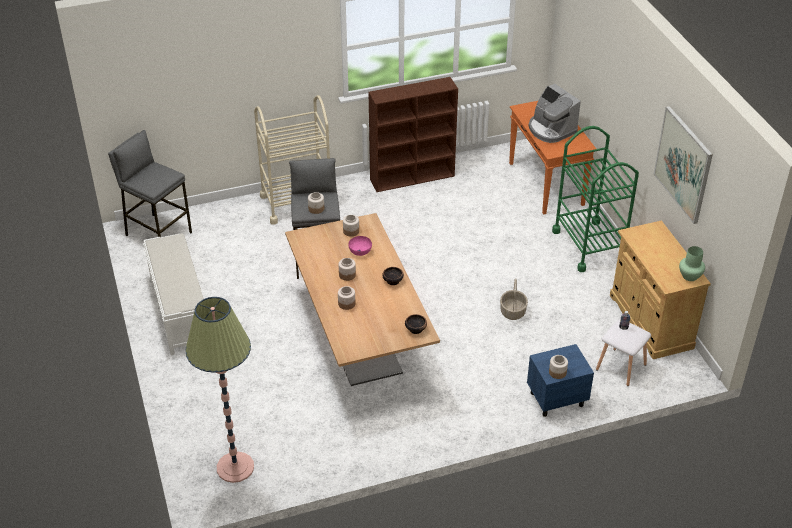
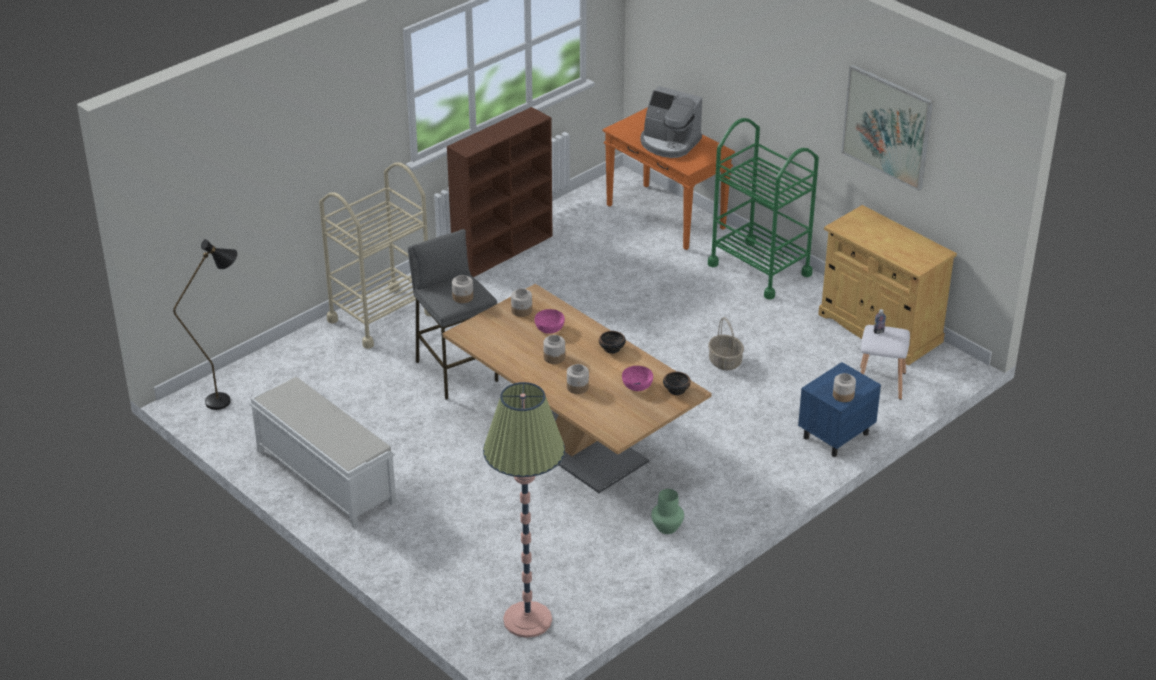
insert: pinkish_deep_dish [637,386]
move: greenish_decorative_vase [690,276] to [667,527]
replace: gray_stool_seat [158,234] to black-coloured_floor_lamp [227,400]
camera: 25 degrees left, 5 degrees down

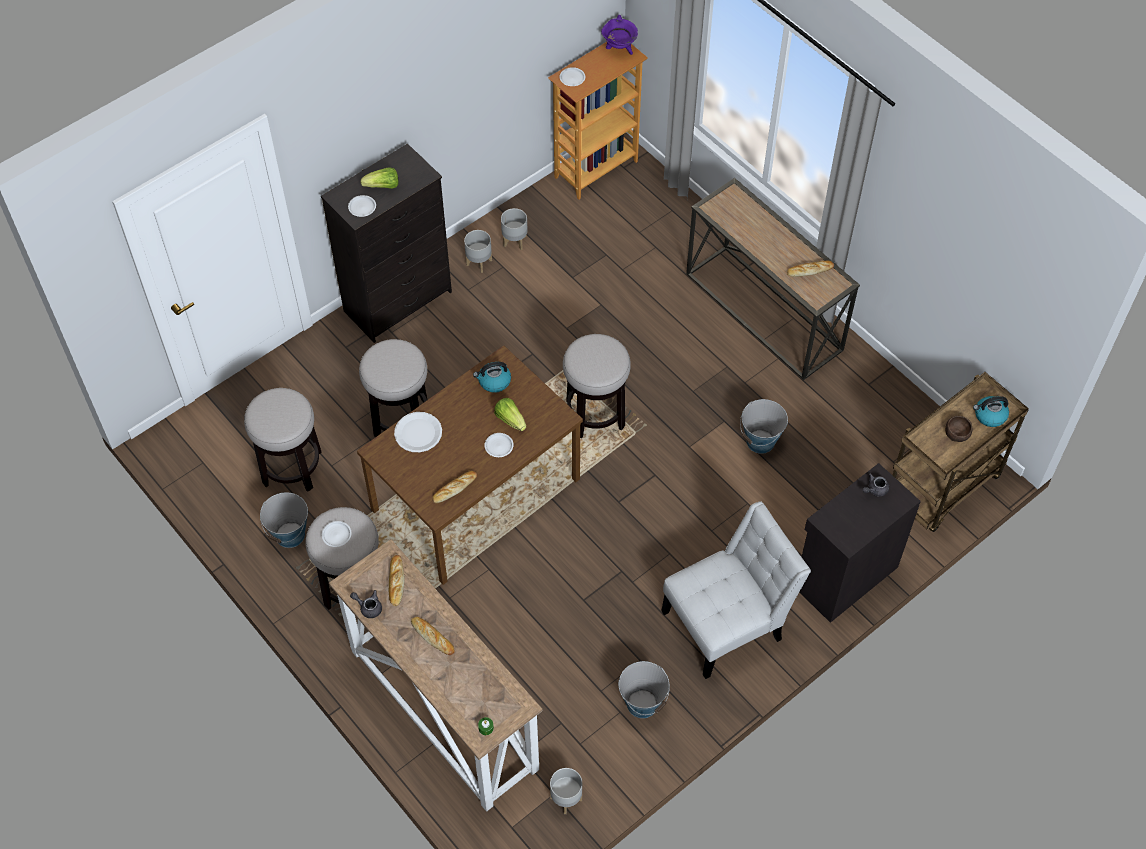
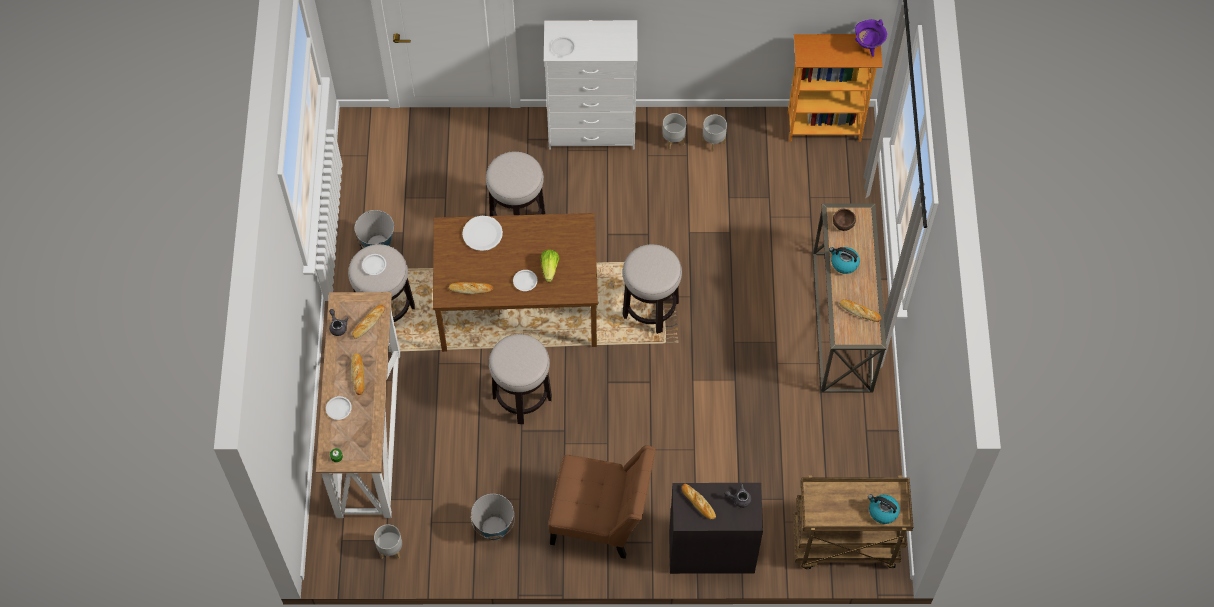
delete: lettuce_head [383,186]; water_bucket [760,441]
insert: baked_bread [698,503]
move: stool_seat [292,467] to [522,397]; water_kettle [494,382] to [844,263]; white_plate [572,78] to [339,409]; brown_deep_dish [957,433] to [844,223]
recolor: black-coloured_drawer_chest [399,301] to white_drawer_chest [592,131]; white_chair [728,622] to brown_chair [601,519]
camera: 40 degrees right, 5 degrees up

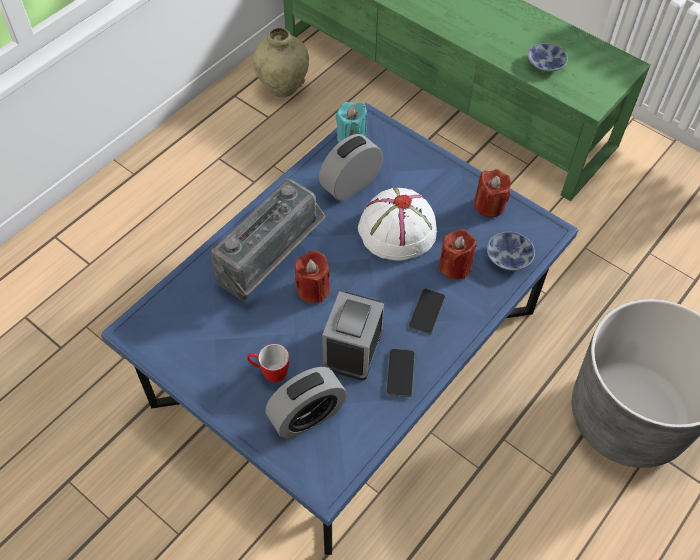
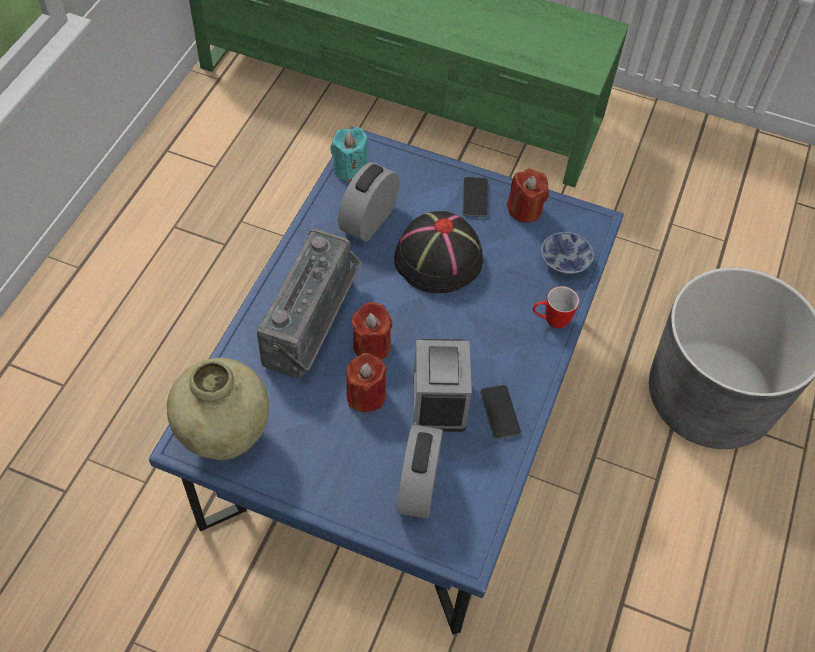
delete: deep_dish [544,64]
move: coffee_mug [269,373] to [550,321]; sand-coloured_decorative_vase [282,87] to [225,437]; telephone [427,312] to [475,197]; reddish_wax_light [455,266] to [366,395]
recolor: white_clothing_hat [397,230] to black-coloured_clothing_hat [437,259]
rotate: bedside_clock [307,416] = [418,486] 150 degrees clockwise
camera: 20 degrees left, 0 degrees up

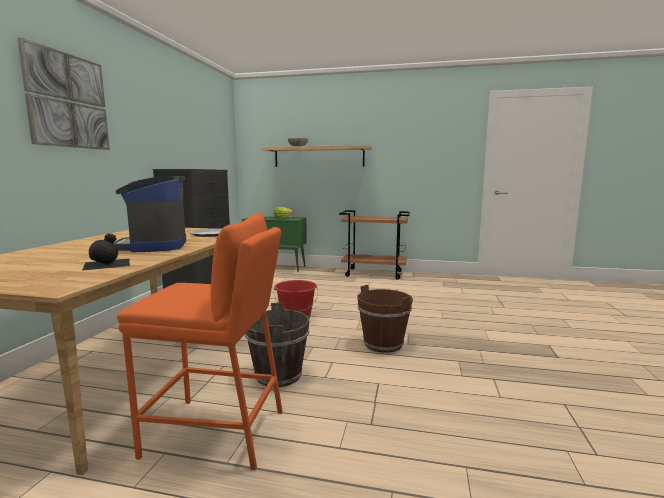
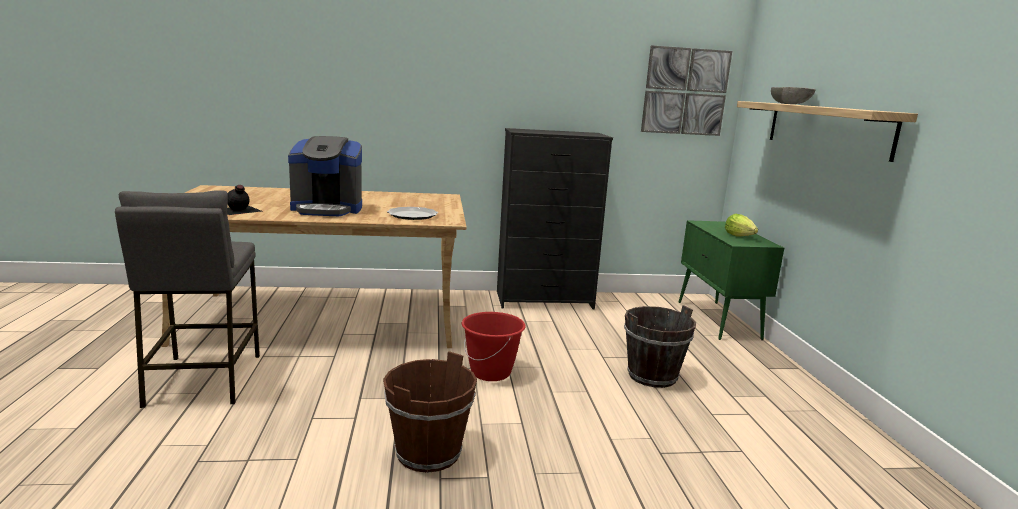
delete: brown_cart [374,274]
move: wall_picture [67,101] to [685,91]; brown_water_bucket [279,375] to [652,376]
recolor: orangey_stool_seat [216,432] to gray_stool_seat [203,379]
rotate: coffee_machine [154,246] = [327,209] 150 degrees counterclockwise
camera: 70 degrees right, 5 degrees up

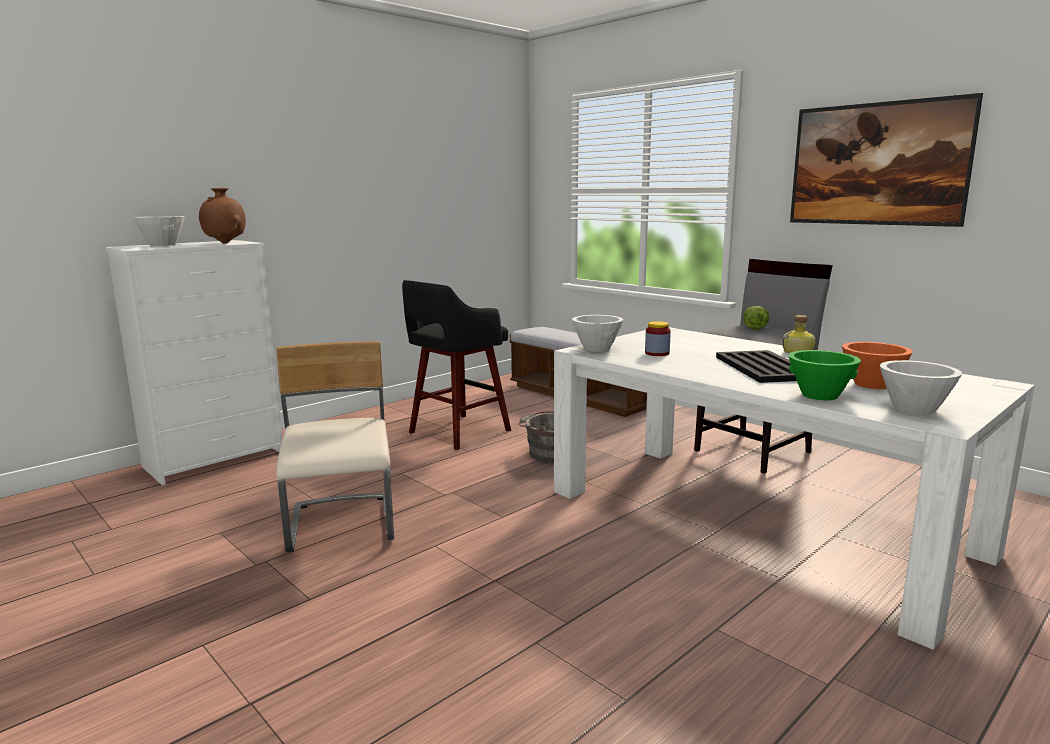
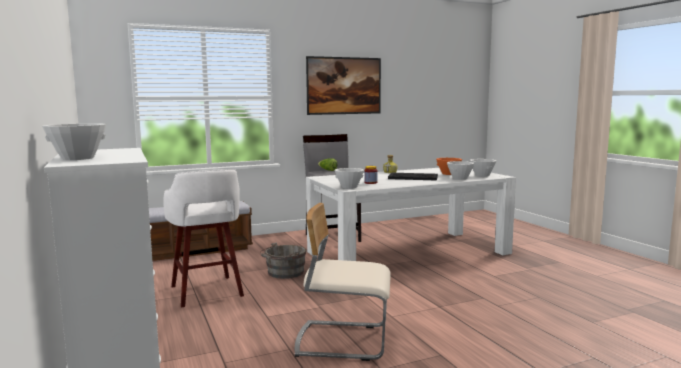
delete: brown_decorative_vase [225,243]
recolor: black-coloured_stool_seat [457,432] to white_stool_seat [207,292]; greenish_deep_dish [819,395] to white_deep_dish [459,178]
camera: 70 degrees left, 5 degrees down

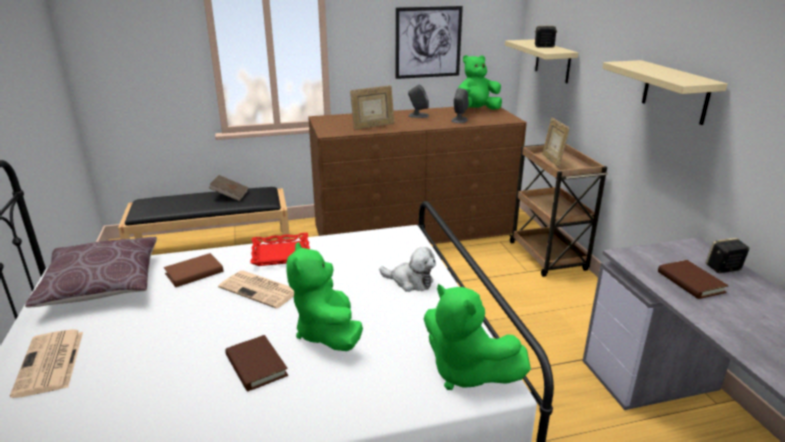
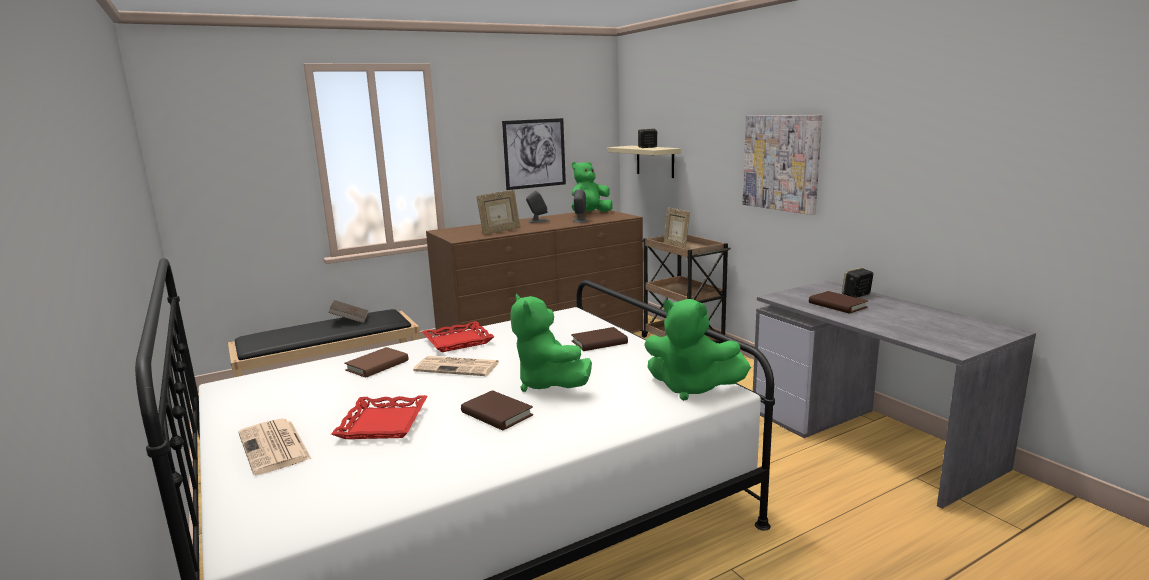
delete: brown_cushion [102,285]
insert: reddish_serving_tray [382,423]
replace: soft_toy [410,281] to brown_volume [599,342]; sand-coloured_wall_shelf [675,92] to wall_picture [781,162]
camera: 15 degrees left, 10 degrees down

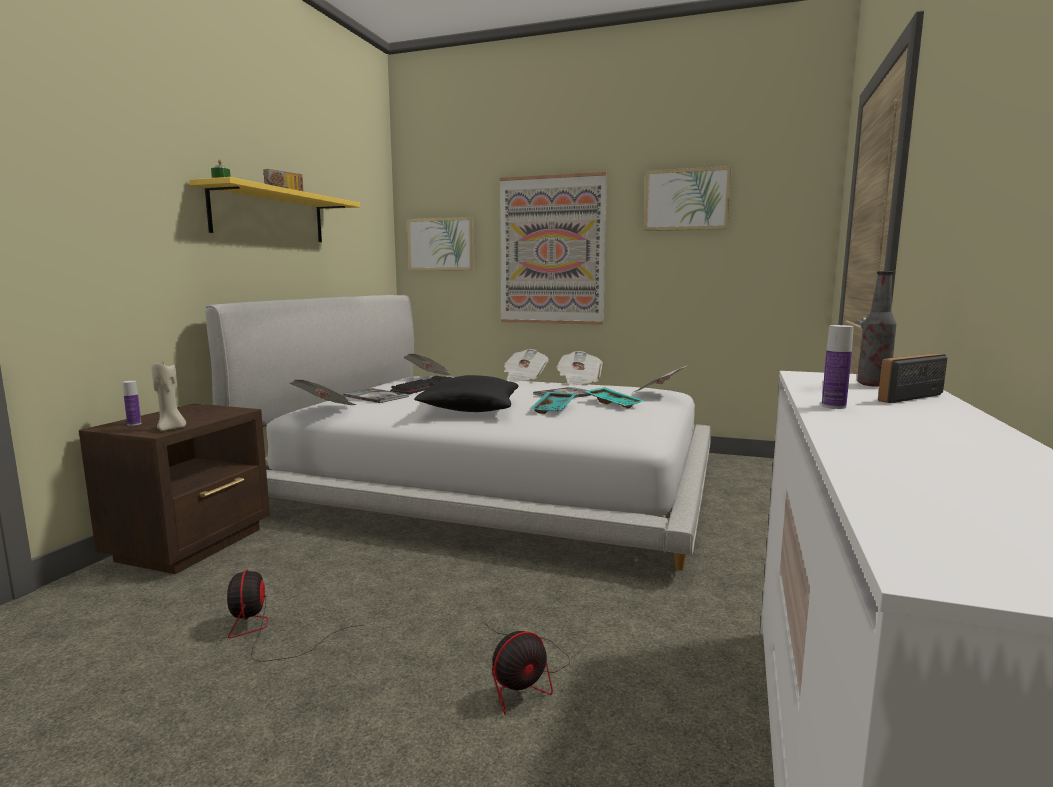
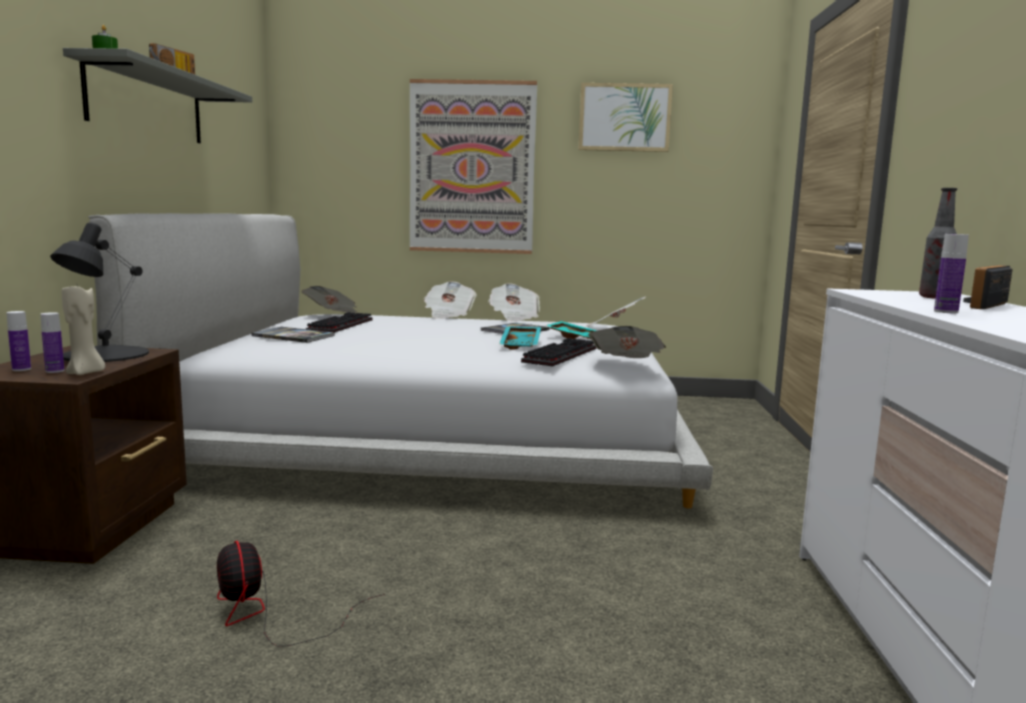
delete: wall_picture [441,244]; black-coloured_cushion [470,409]; cooling_fan [525,677]
insert: drink_bottle [55,371]; black-coloured_tabletop_lamp [104,354]; keyboard [559,355]
move: newspaper [326,409] to [626,364]
recolor: yellow_wall_shelf [269,215] to gray_wall_shelf [147,104]
camera: 15 degrees left, 0 degrees up

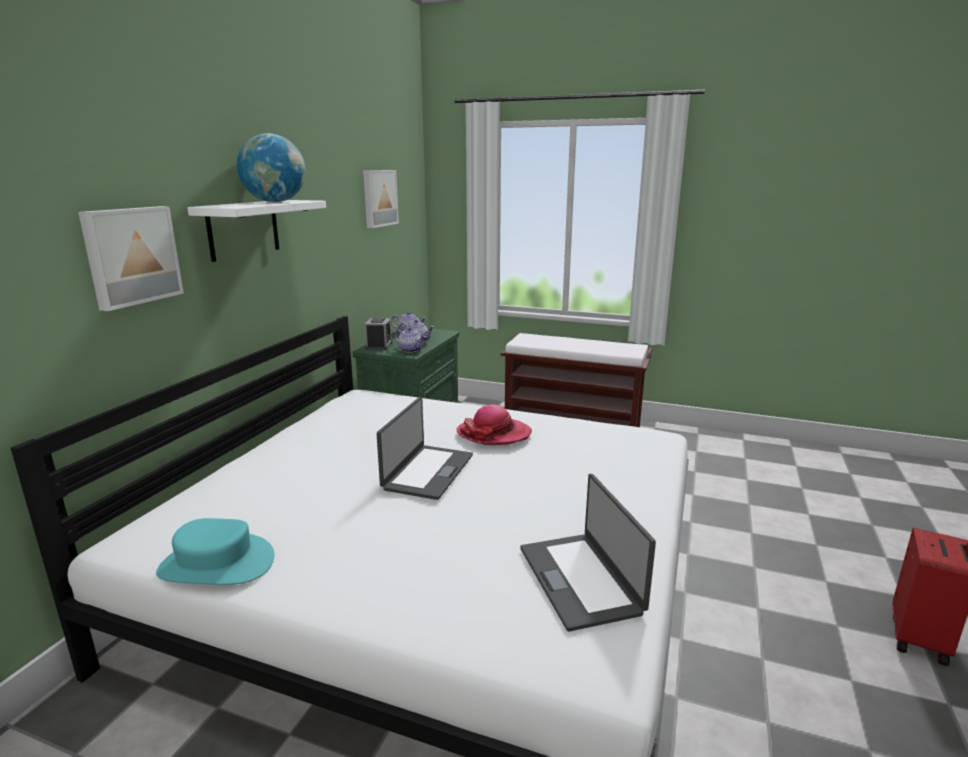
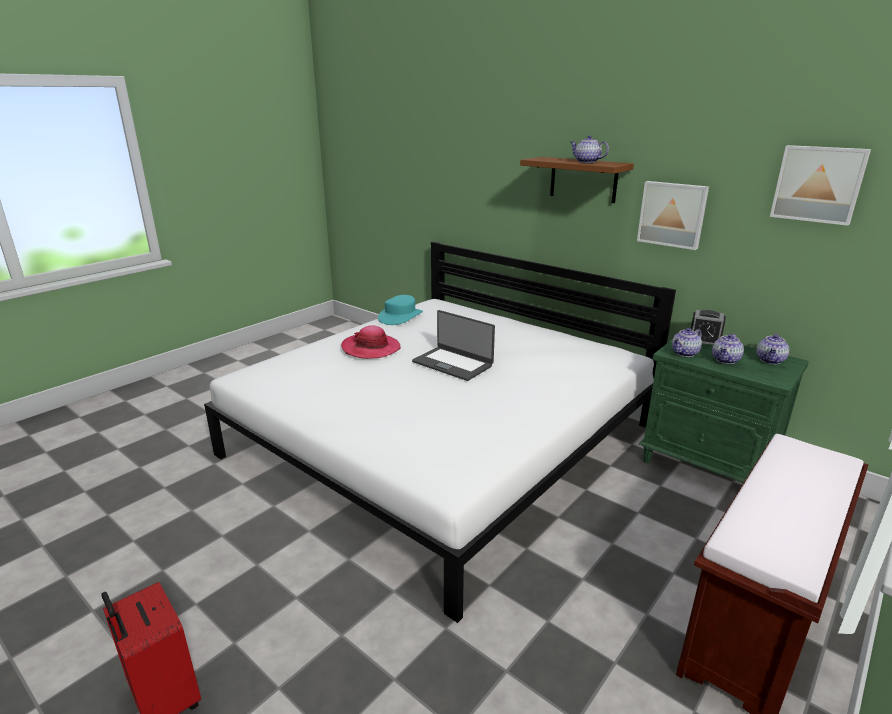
delete: laptop [581,579]
move: wall_picture [131,256] to [672,214]; clothing_hat [494,434] to [371,348]
replace: desk_globe [275,202] to pot_for_tea [586,162]
recolor: white_wall_shelf [243,229] to brown_wall_shelf [583,179]
camera: 110 degrees right, 5 degrees up

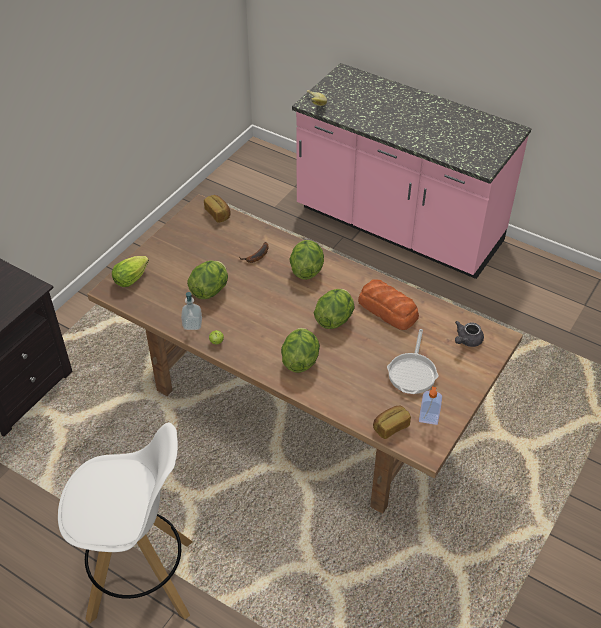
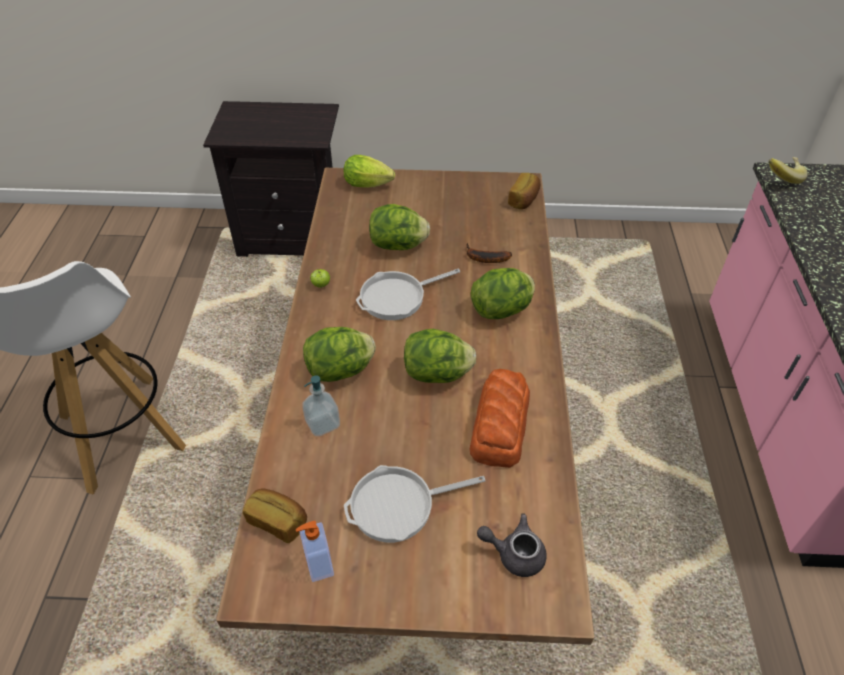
insert: frying_pan [397,297]
move: liquid_soap_bottle [192,324] to [323,423]
camera: 60 degrees right, 0 degrees up

